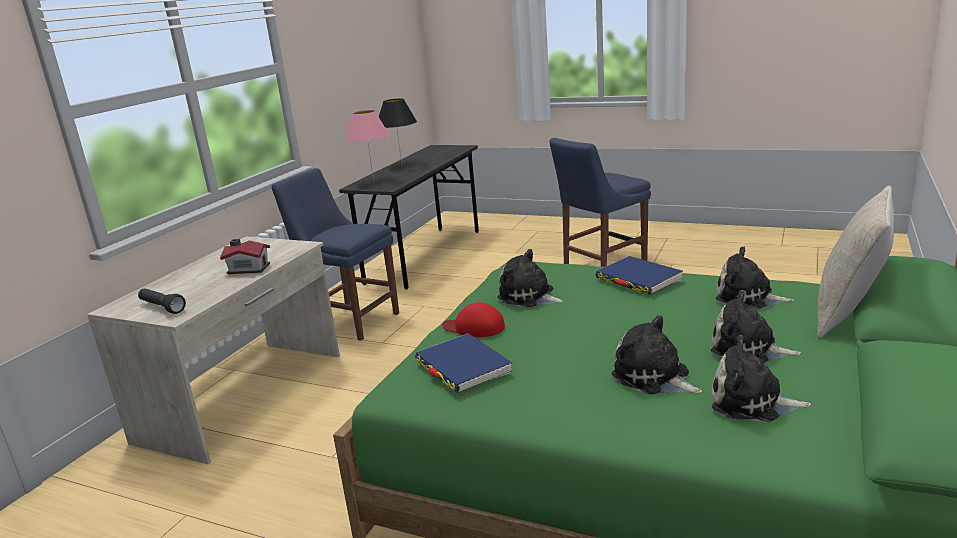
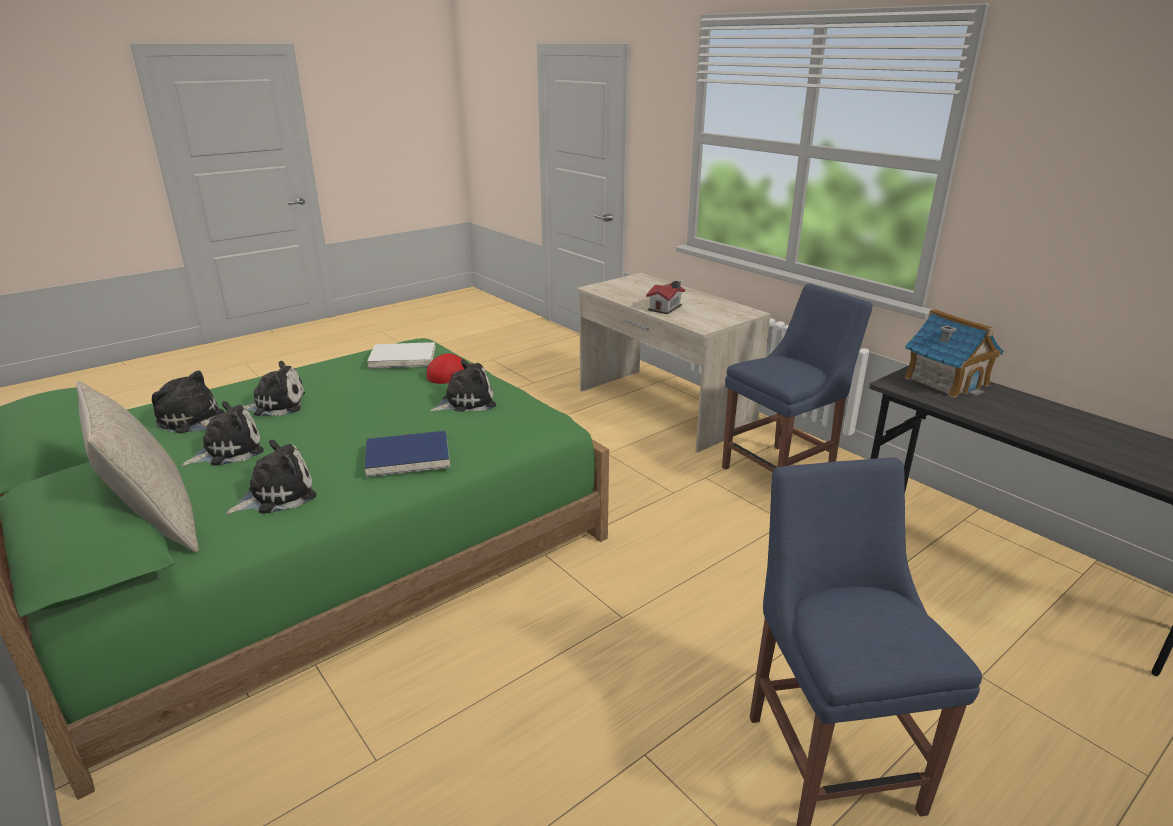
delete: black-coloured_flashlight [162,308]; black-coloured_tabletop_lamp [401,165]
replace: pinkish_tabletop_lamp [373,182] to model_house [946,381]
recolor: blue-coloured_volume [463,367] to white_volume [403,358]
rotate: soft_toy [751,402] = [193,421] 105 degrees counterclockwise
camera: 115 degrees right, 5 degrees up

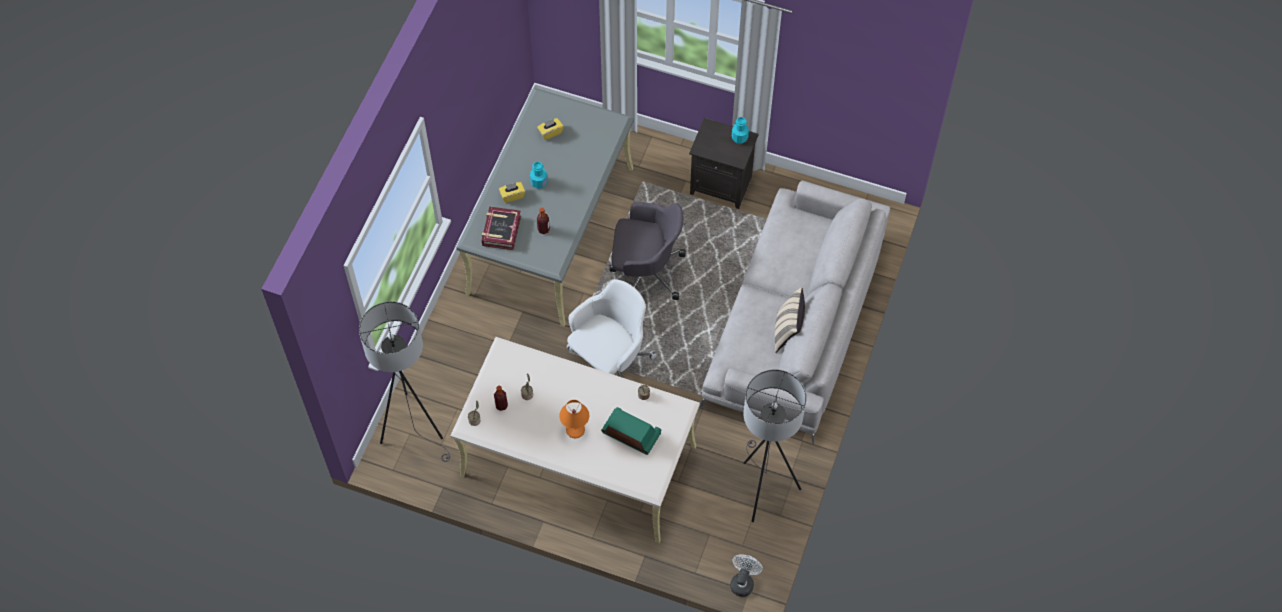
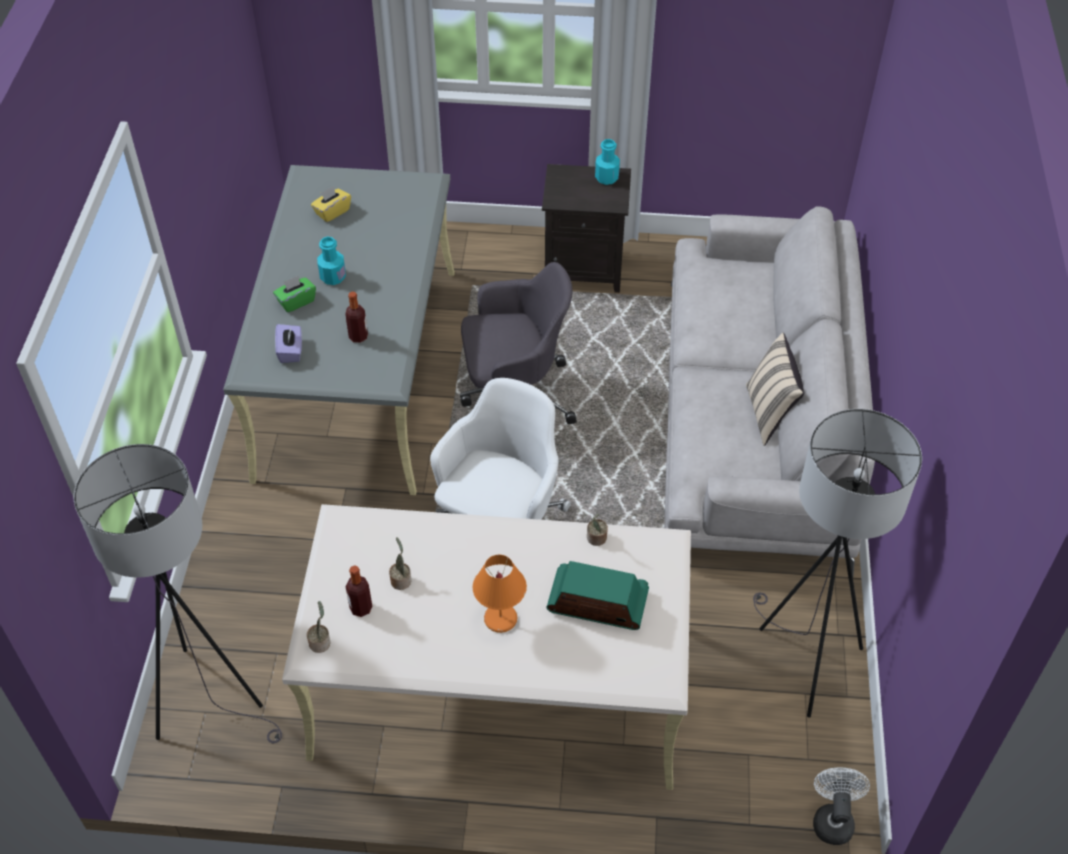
replace: volume [501,231] to purple-coloured_tissue_holder [291,351]
recolor: yellow_tissue_holder [512,195] to greenish_tissue_holder [296,301]
camera: 15 degrees left, 10 degrees down

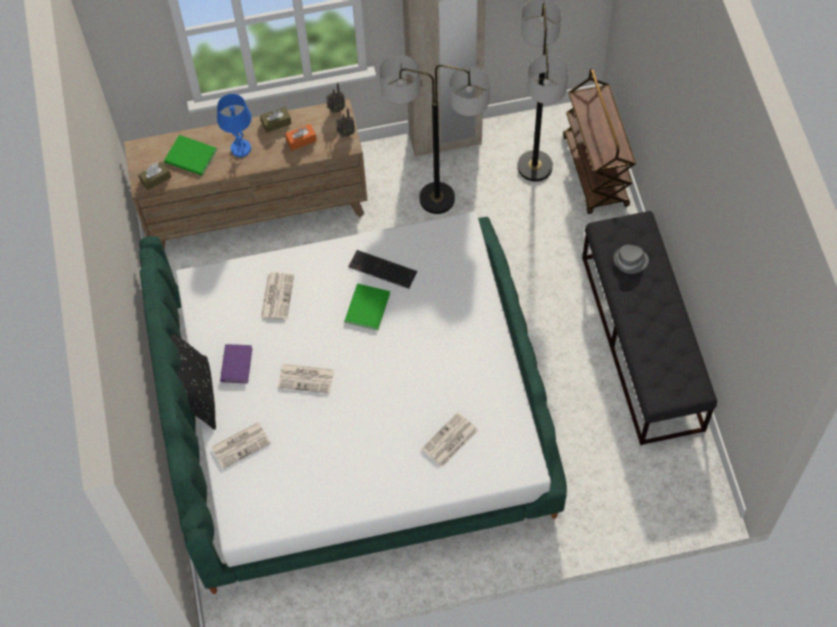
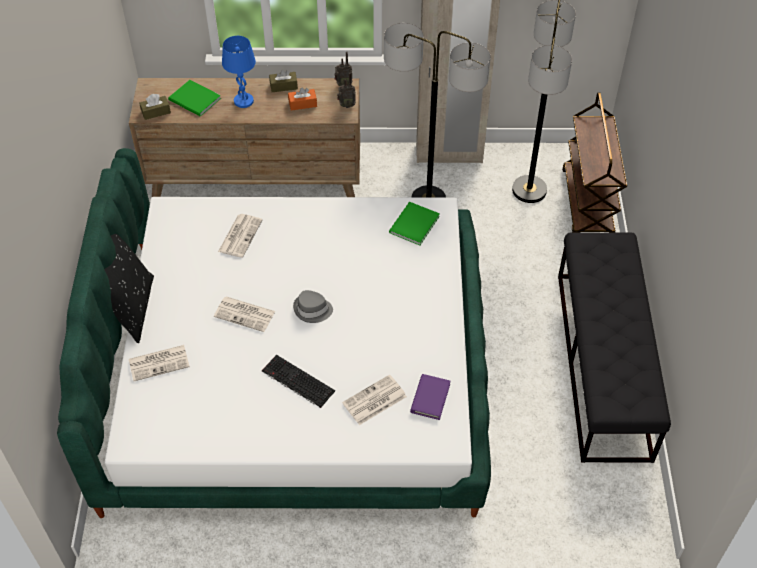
move: purple-coloured_volume [236,365] to [430,398]; greenish_volume [366,308] to [412,225]; keyboard [381,270] to [296,381]; gray_clothing_hat [630,261] to [312,310]
camera: 10 degrees right, 10 degrees down

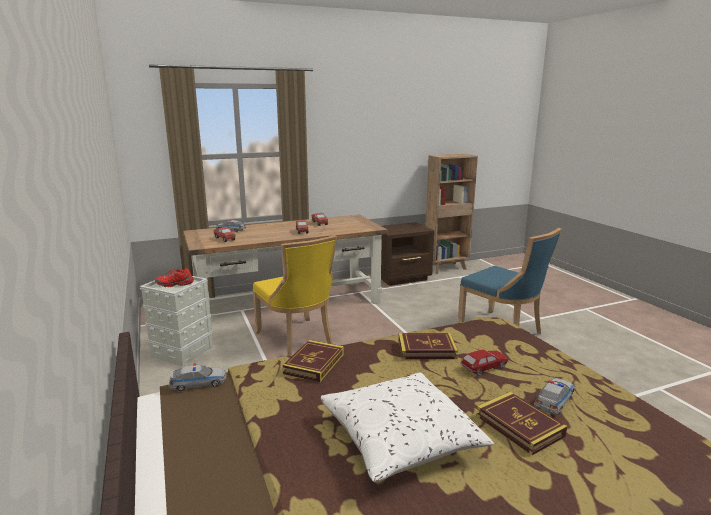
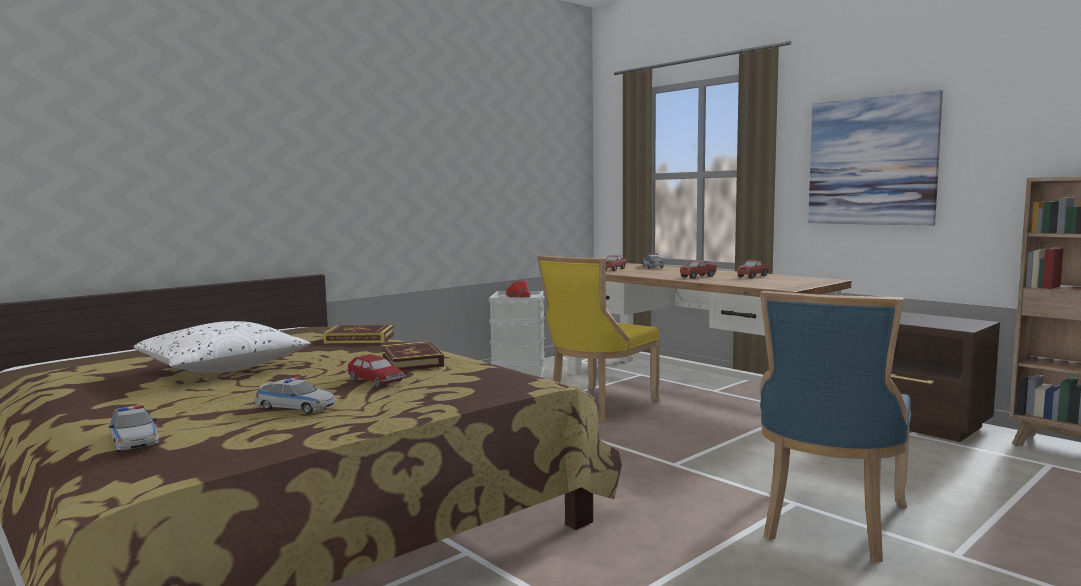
delete: volume [519,426]
insert: wall_picture [871,161]
move: model_car [198,383] to [134,440]
camera: 70 degrees right, 10 degrees down

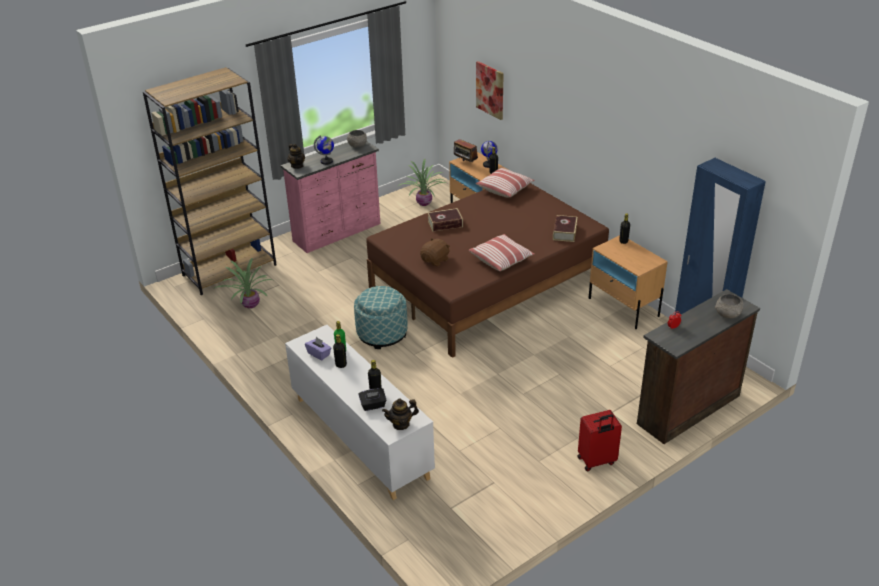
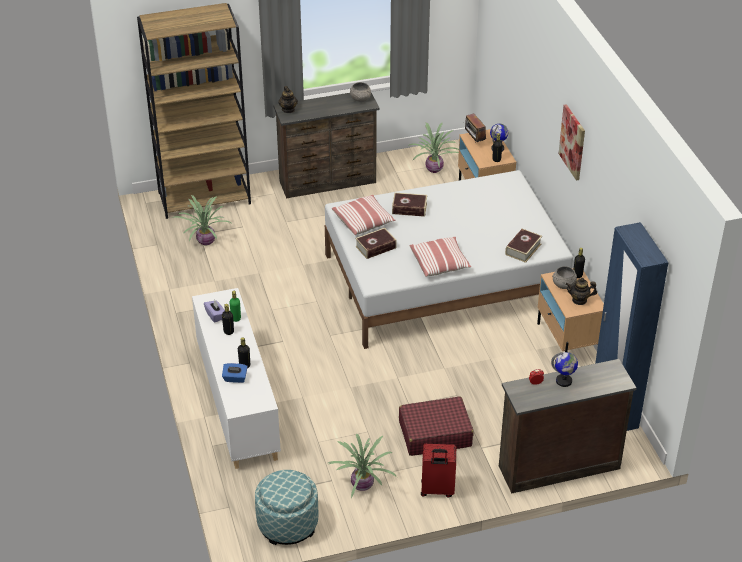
insert: houseplant [361,486]; reddish_suitcase [434,434]
move: desk_globe [326,161] to [564,381]; footrest [382,334] to [288,524]; pot_for_tea [401,424] to [579,300]; wall_picture [490,90] to [572,142]; cushion [505,189] to [363,221]; gray_deep_dish [728,315] to [564,285]
replace: brown_soft_toy [435,260] to volume [375,247]
recolor: pinkish_drawer_chest [338,232] to brown_drawer_chest [328,182]; black-coloured_tissue_holder [373,405] to blue-coloured_tissue_holder [235,378]; brown_sleeping_bed [488,285] to white_sleeping_bed [444,281]
camera: 20 degrees right, 5 degrees up

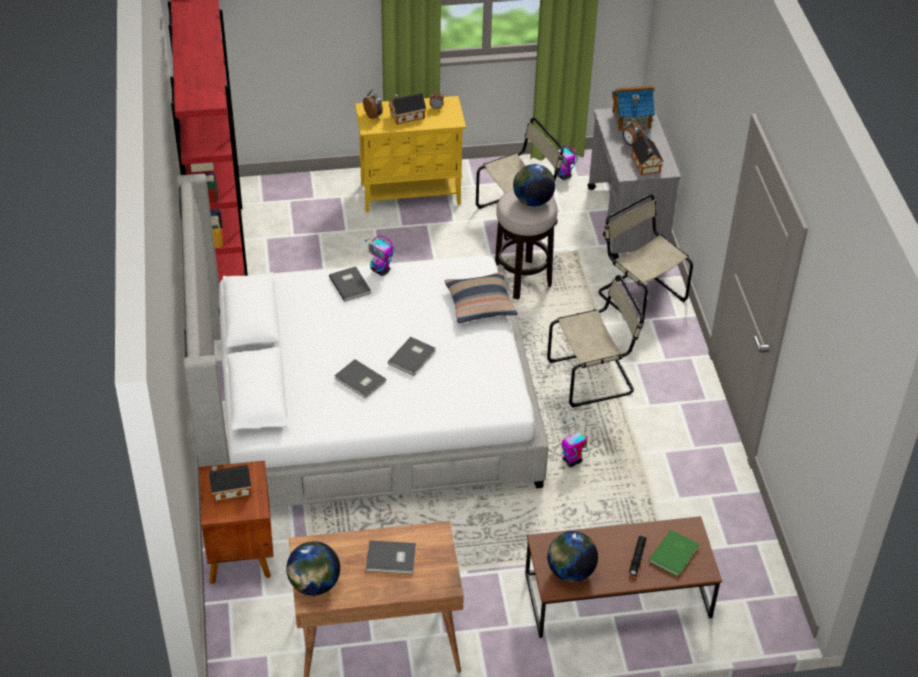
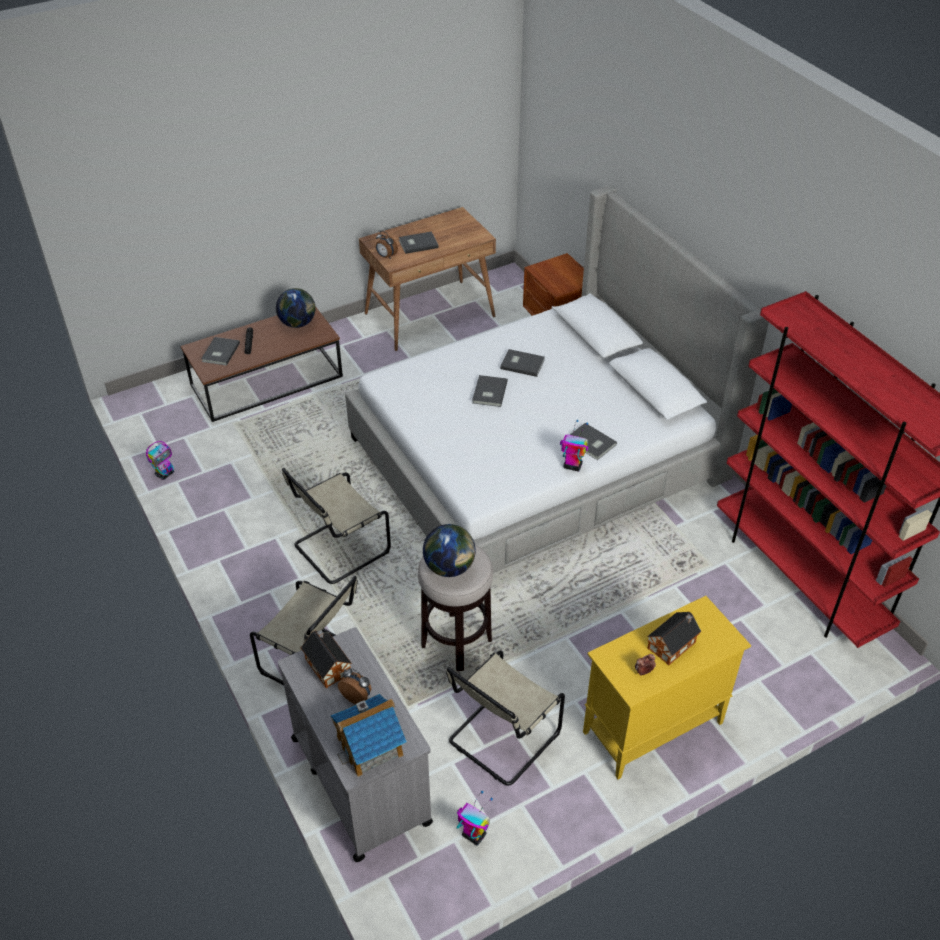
delete: model_house [229,489]; desk_globe [314,584]; cushion [480,304]
move: bedside_clock [374,115] to [386,256]; robot_figure [571,461] to [165,474]
recolor: greenish_volume [675,554] to gray_volume [219,352]
camera: 160 degrees right, 0 degrees up

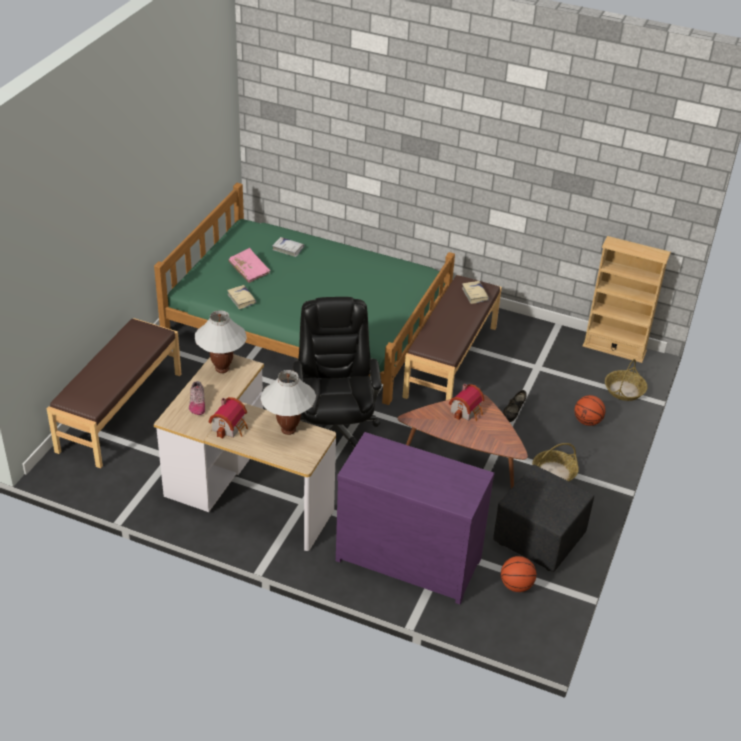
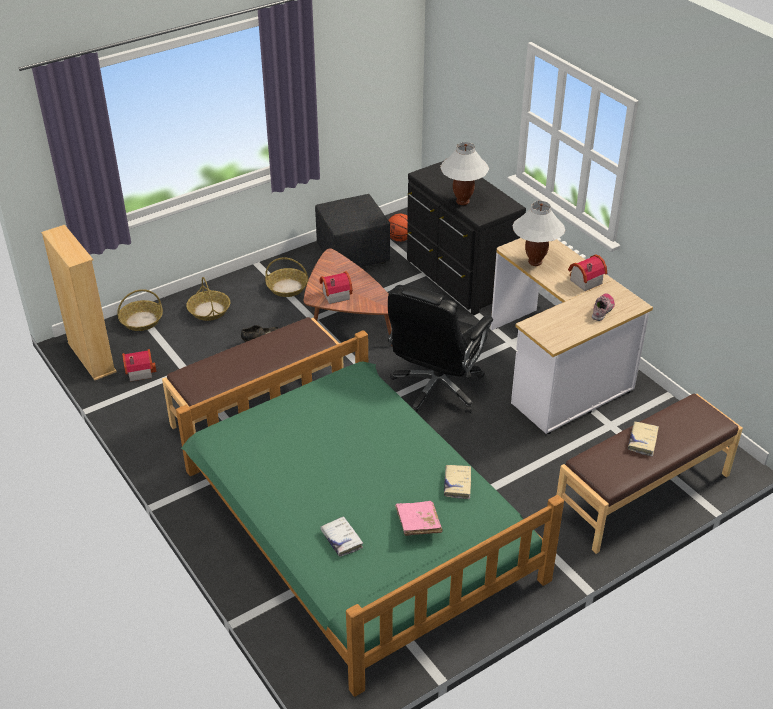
insert: model_house [139,371]
move: white_tabletop_lamp [222,369] to [462,202]; sand-coloured_volume [474,295] to [642,441]
replace: basketball_ball [587,421] to household_basket [209,310]
recolor: purple-coloured_drawer_chest [409,556] to black-coloured_drawer_chest [458,279]
camera: 145 degrees left, 0 degrees up

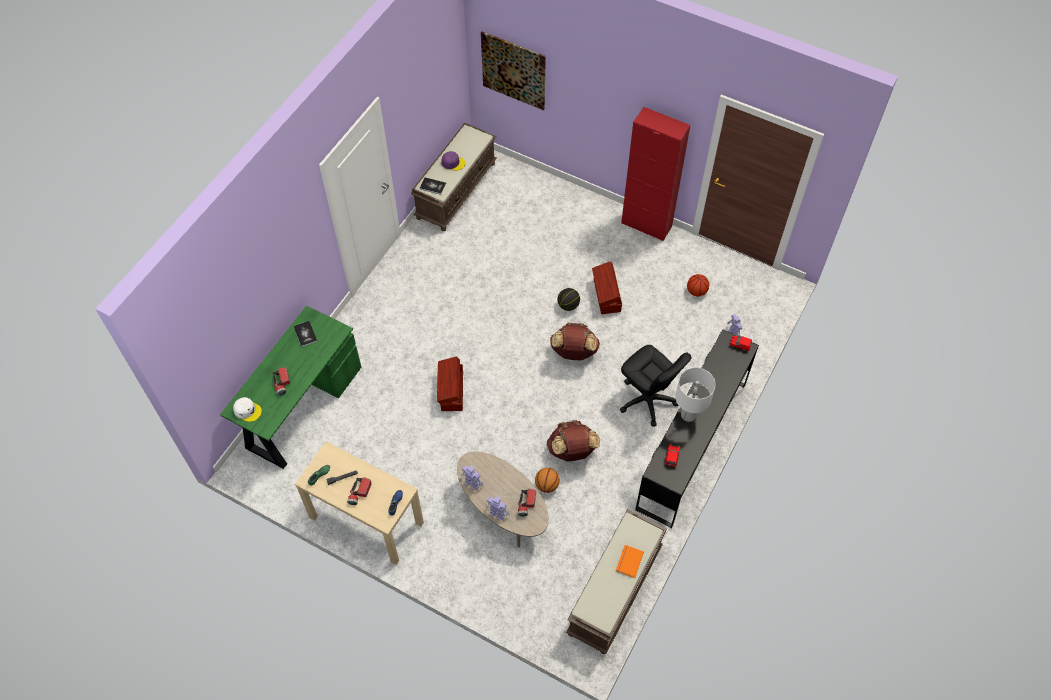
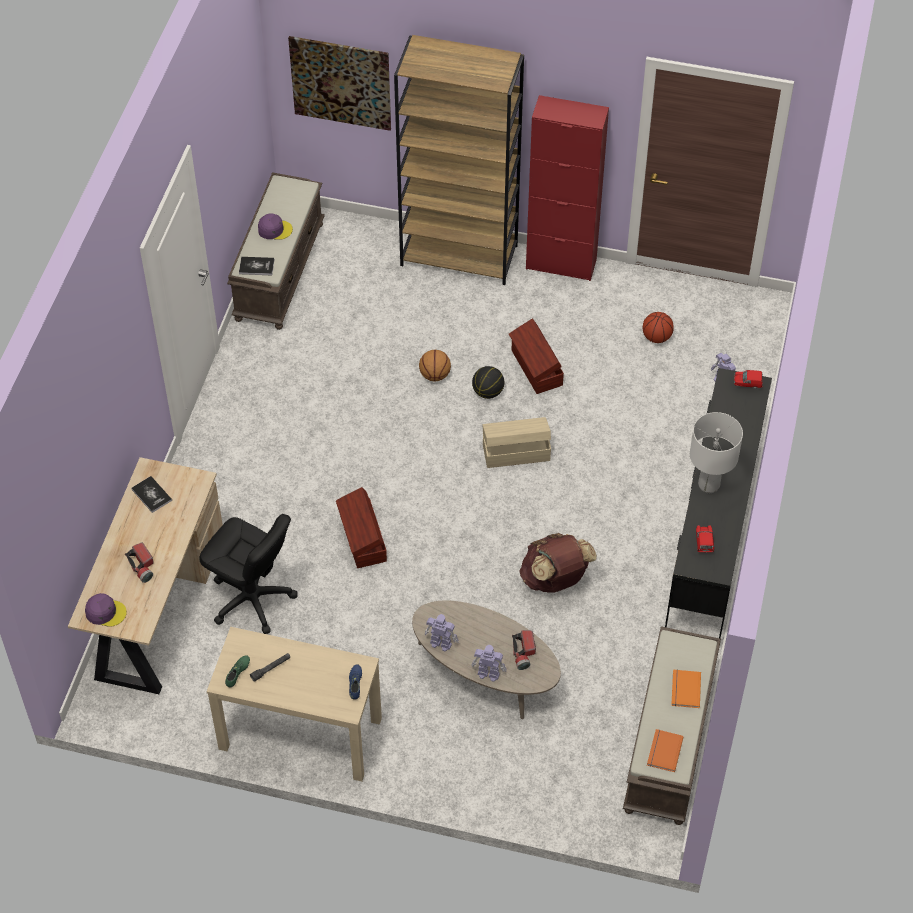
delete: flashlight [359,493]
insert: brown_shelving_unit [460,255]; orangey_volume [663,751]
move: basketball_ball [546,485] to [434,375]; black-coloured_desk_chair [647,400] to [252,599]
replace: brown_rucksack [573,352] to sand-coloured_storage_box [515,452]
recolor: greenish_desk [301,408] to sand-coloured_desk [156,609]; white_peaked_cap [247,410] to purple-coloured_peaked_cap [105,612]
camera: 15 degrees left, 5 degrees down

